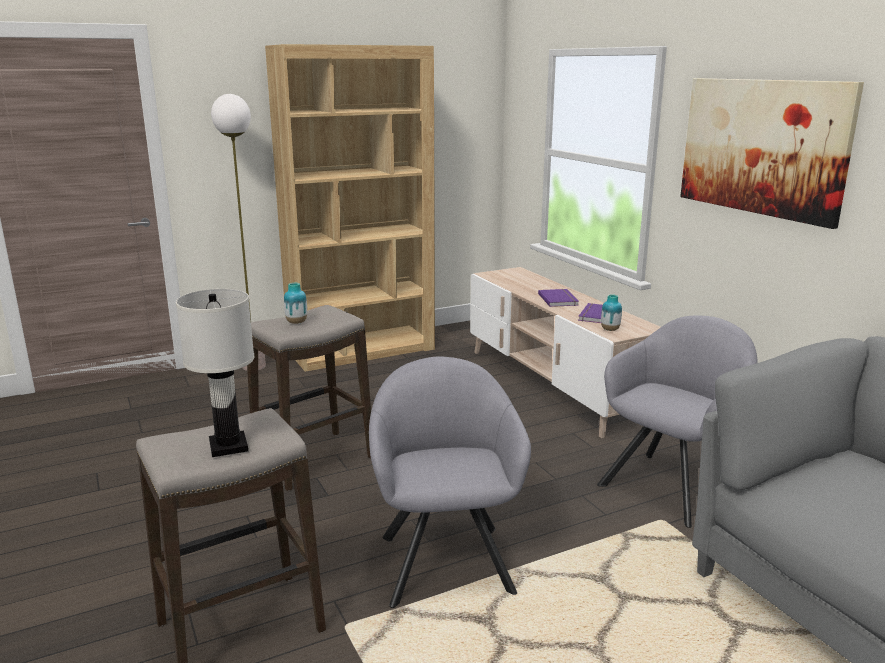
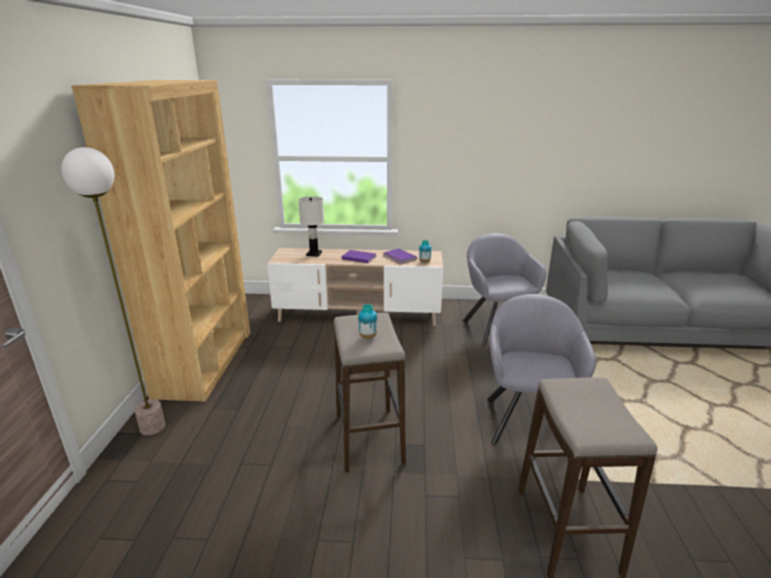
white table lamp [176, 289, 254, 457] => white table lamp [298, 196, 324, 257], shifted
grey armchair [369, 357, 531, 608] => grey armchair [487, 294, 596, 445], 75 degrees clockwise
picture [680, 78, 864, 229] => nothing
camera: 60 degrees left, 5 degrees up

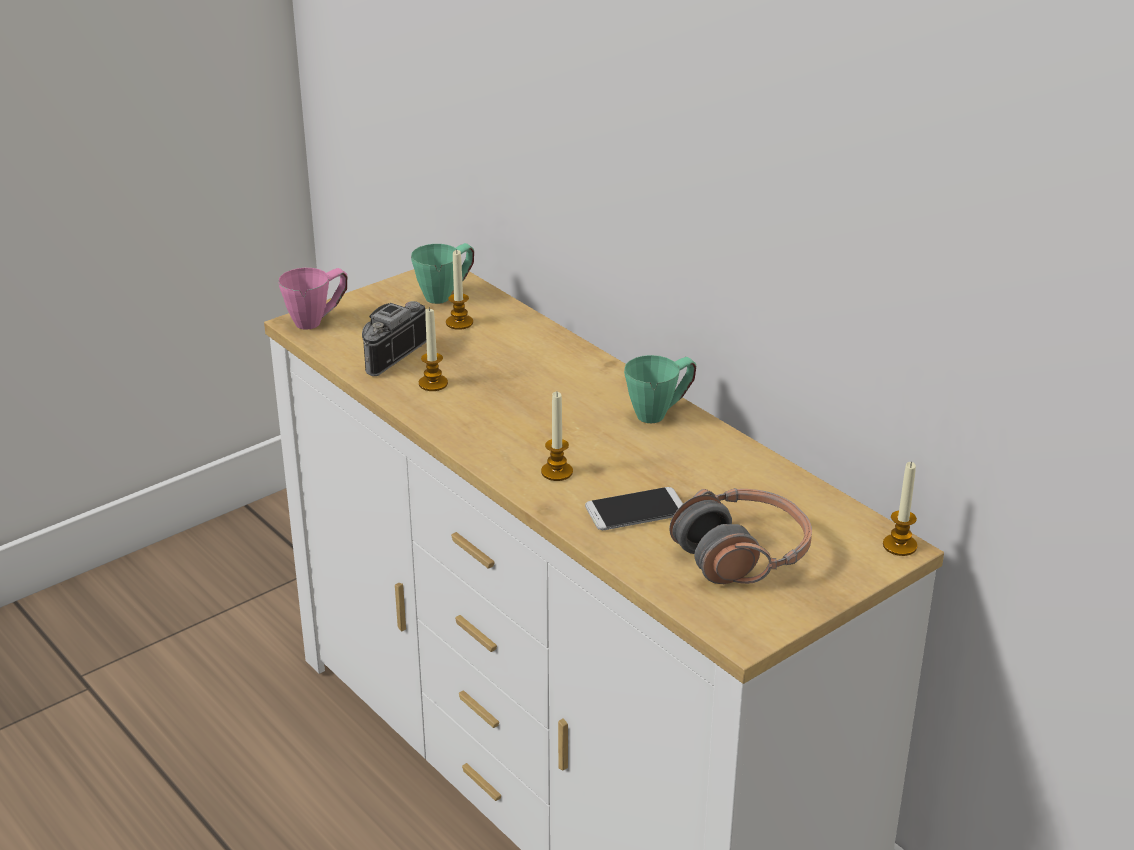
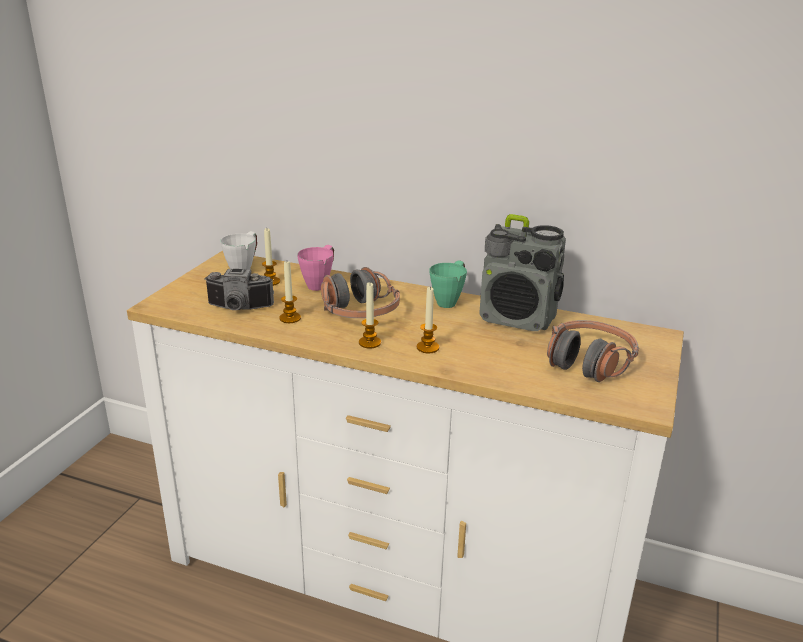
photo camera [362, 301, 427, 376] => photo camera [205, 269, 274, 310], 90 degrees counterclockwise
green mug [411, 243, 474, 304] => white mug [220, 231, 257, 270]
pink mug [278, 268, 347, 329] => pink mug [298, 245, 334, 291], shifted
nothing => headphones [321, 267, 400, 318]
candle [883, 462, 917, 556] => candle [359, 282, 381, 349], shifted
nothing => radio [479, 214, 566, 331]
phone [585, 487, 683, 530] => nothing
camera: 30 degrees left, 5 degrees down

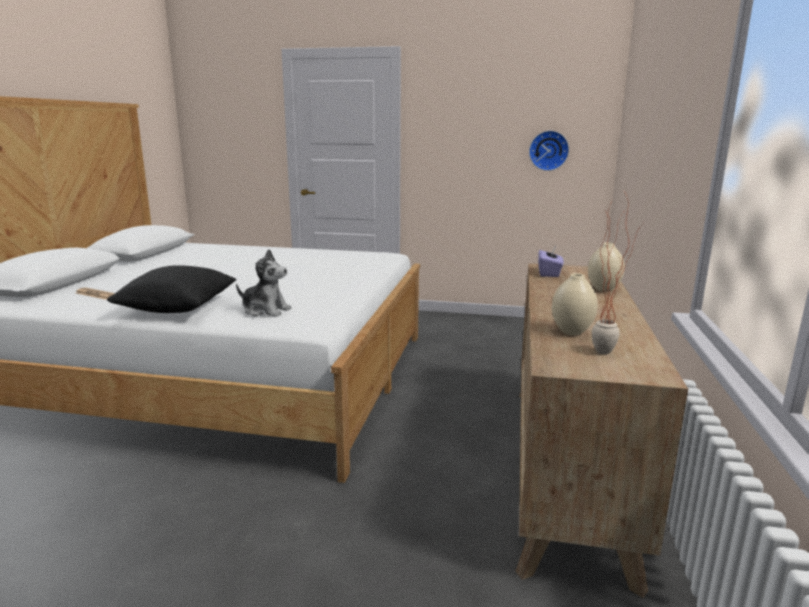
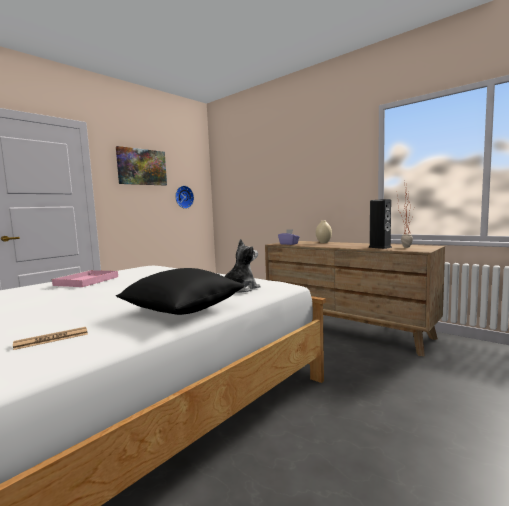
nothing => pink tray [51, 270, 118, 287]
nothing => picture [116, 146, 167, 186]
beige vase [552, 273, 598, 335] => speaker [368, 199, 392, 249]
camera: 60 degrees left, 10 degrees down

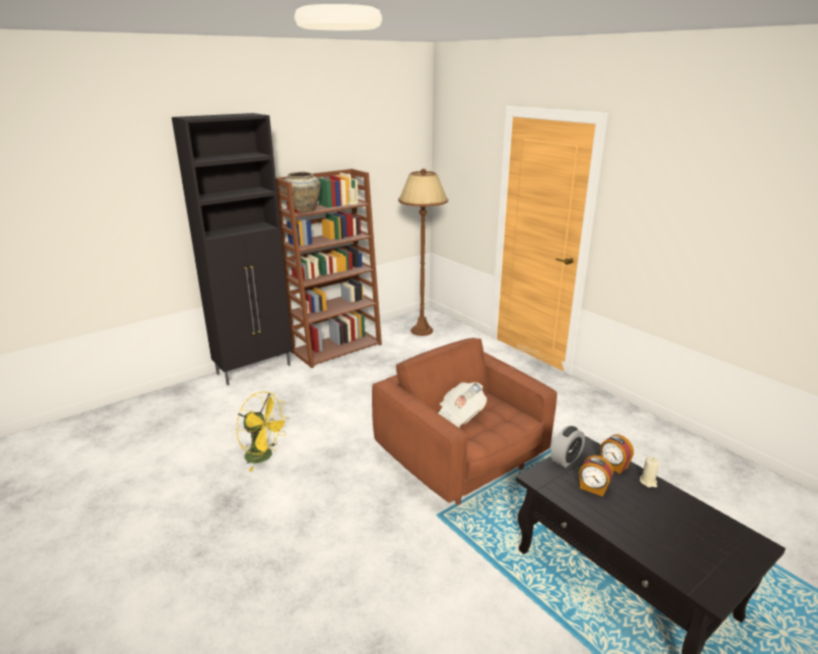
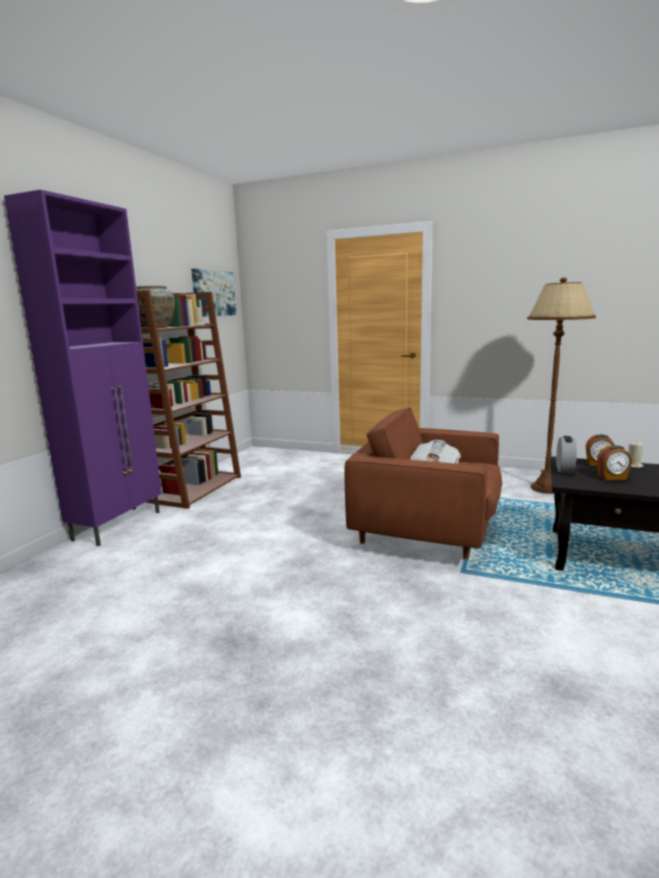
black cabinet [172, 113, 292, 386] => purple cabinet [4, 190, 162, 546]
nothing => picture [191, 269, 236, 317]
brown floor lamp [398, 169, 448, 336] => brown floor lamp [527, 277, 596, 494], shifted
yellow fan [236, 392, 288, 471] => nothing
camera: 30 degrees left, 10 degrees down

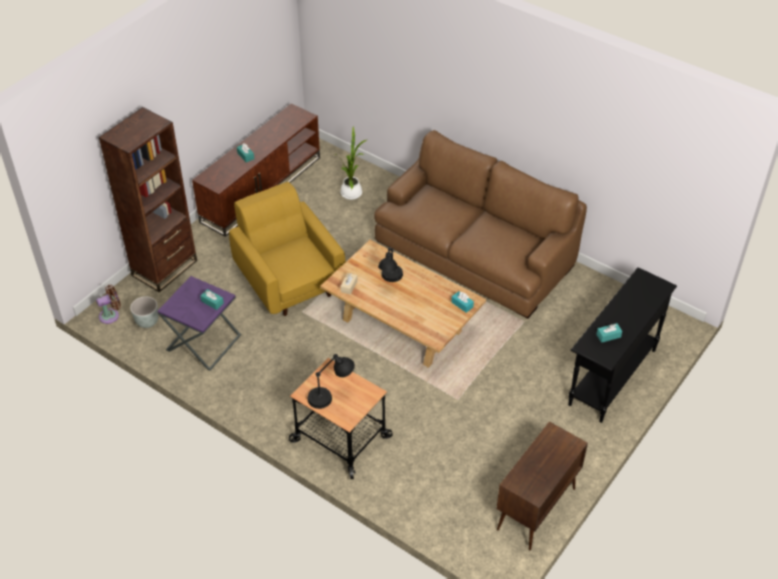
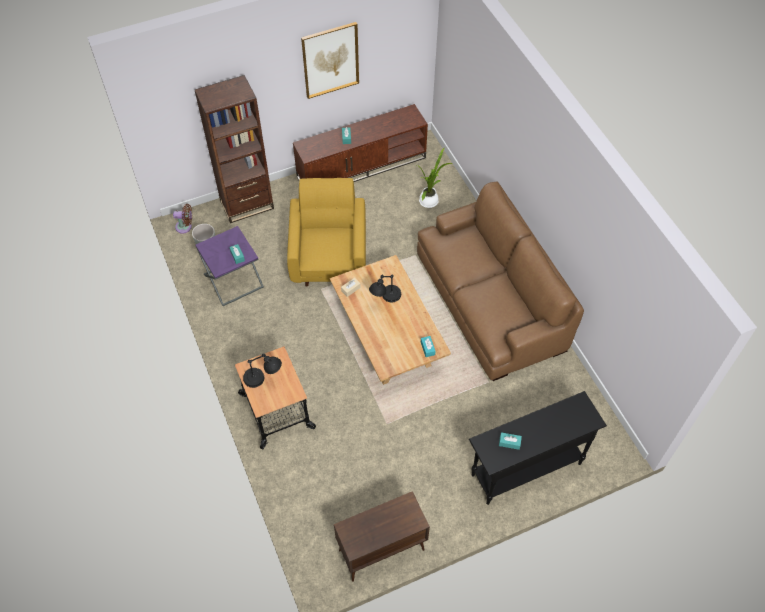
nothing => picture [301, 22, 359, 99]
camera: 30 degrees right, 10 degrees up

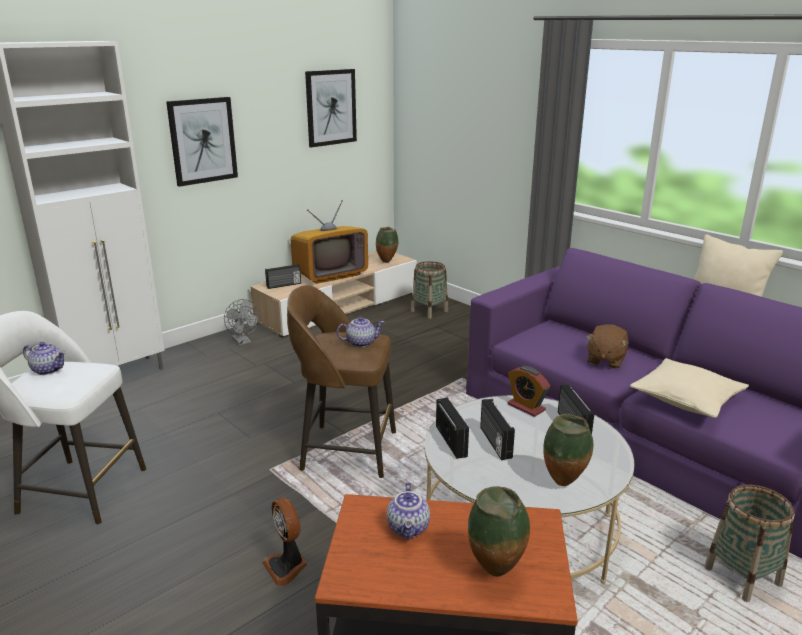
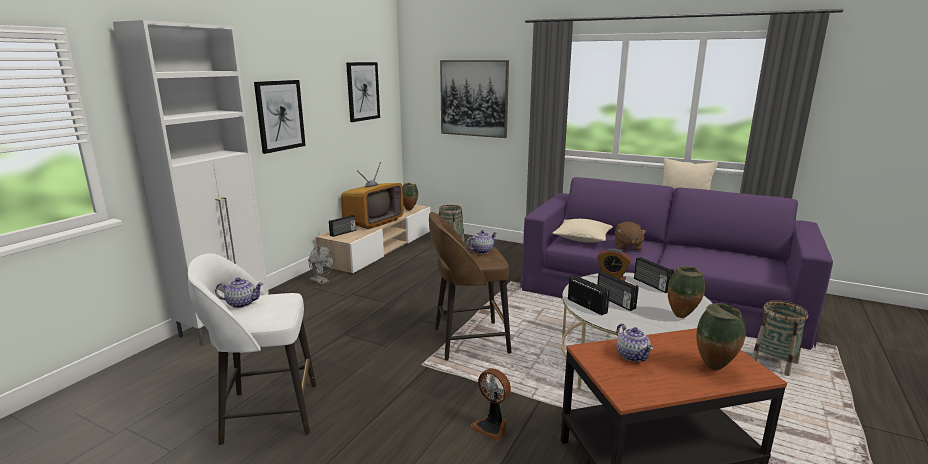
nothing => picture [440, 60, 509, 138]
beige pillow [630, 358, 749, 418] => beige pillow [552, 219, 613, 243], shifted
camera: 20 degrees left, 5 degrees down

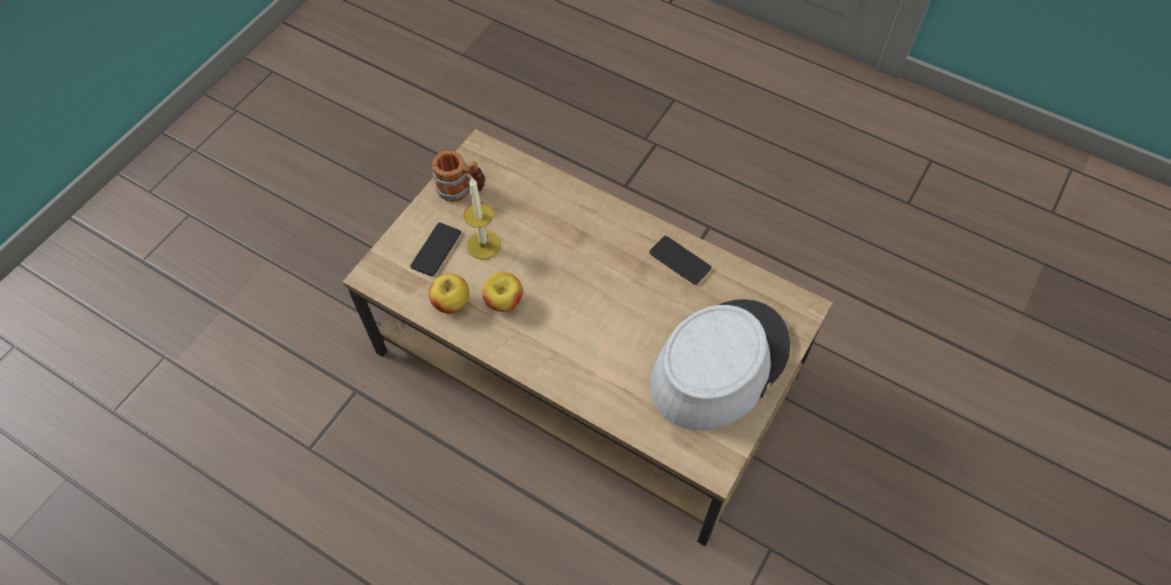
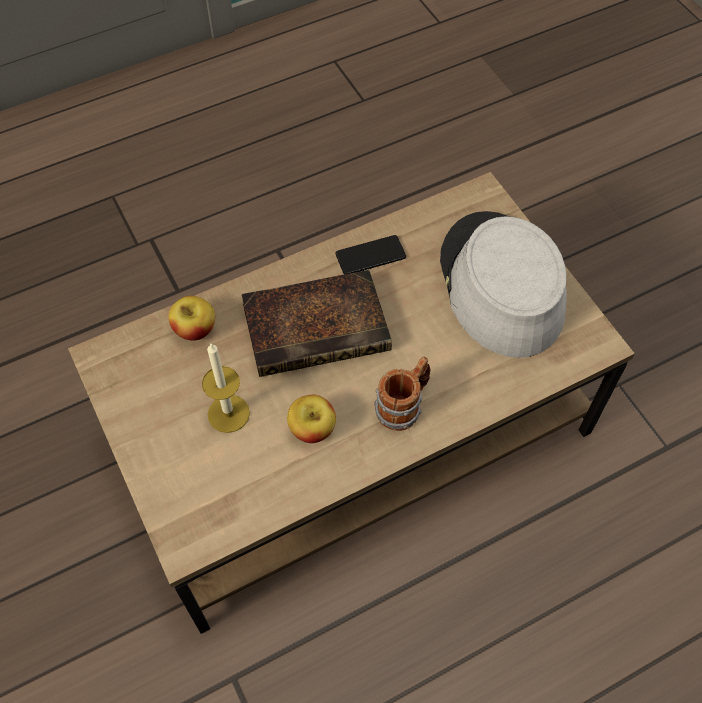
apple [429, 274, 469, 314] => apple [168, 296, 215, 341], shifted
nothing => book [242, 270, 392, 377]
mug [432, 151, 485, 202] => mug [374, 356, 431, 431], shifted
phone [410, 222, 461, 276] => nothing
camera: 60 degrees left, 0 degrees up

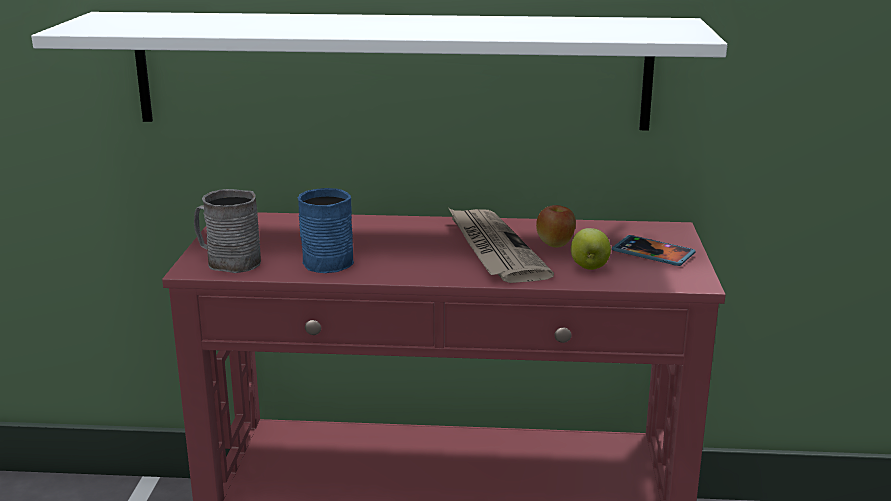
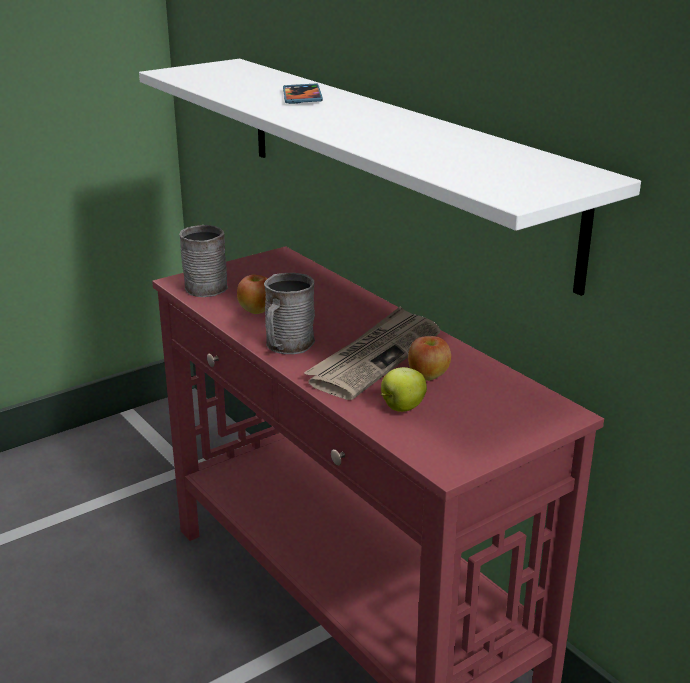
blue mug [298, 188, 354, 273] => apple [237, 275, 267, 314]
nothing => grey mug [264, 273, 315, 354]
phone [612, 235, 696, 266] => phone [283, 83, 323, 104], shifted
camera: 50 degrees right, 5 degrees up

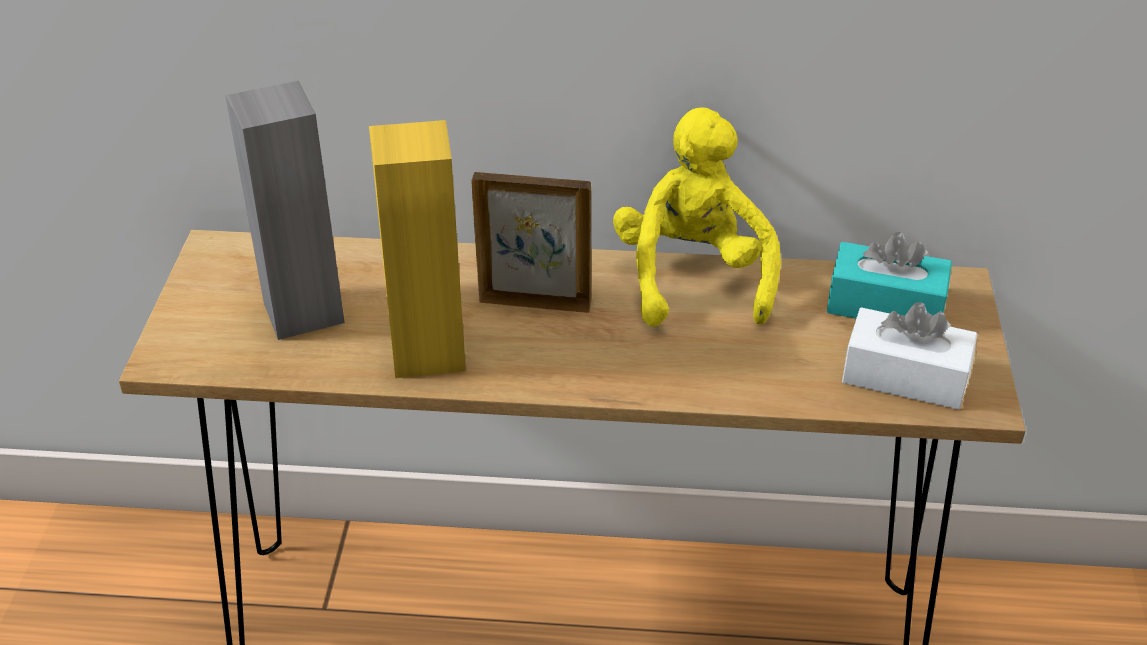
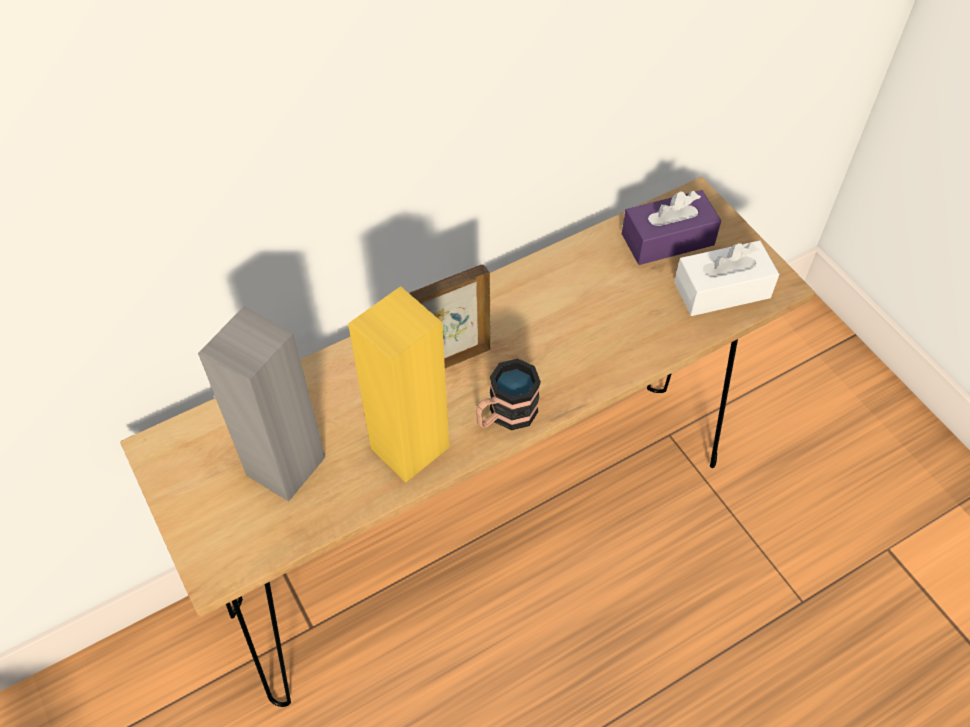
nothing => mug [476, 359, 541, 430]
turquoise tissue box [827, 232, 952, 318] => purple tissue box [622, 190, 721, 265]
yellow plush toy [613, 107, 781, 327] => nothing
camera: 35 degrees left, 15 degrees up

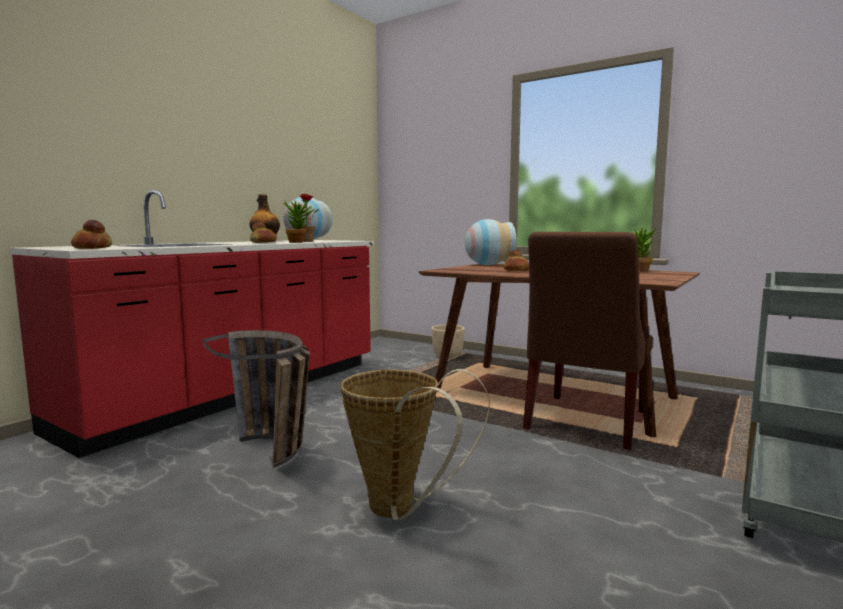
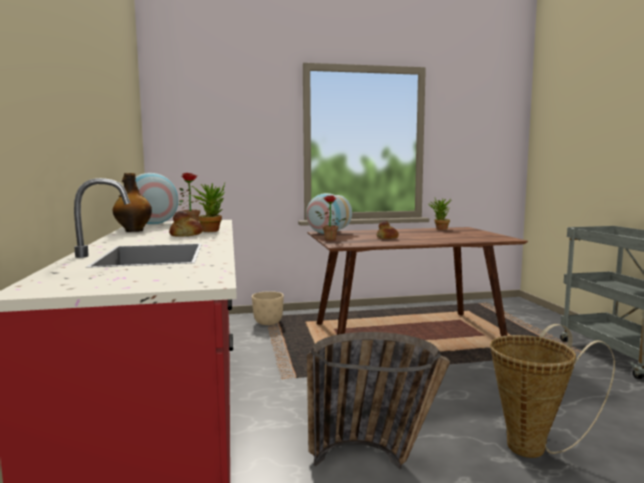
nothing => potted plant [315, 195, 347, 241]
bread [71, 220, 112, 249] => nothing
brown chair [523, 232, 653, 450] => nothing
camera: 45 degrees left, 0 degrees up

